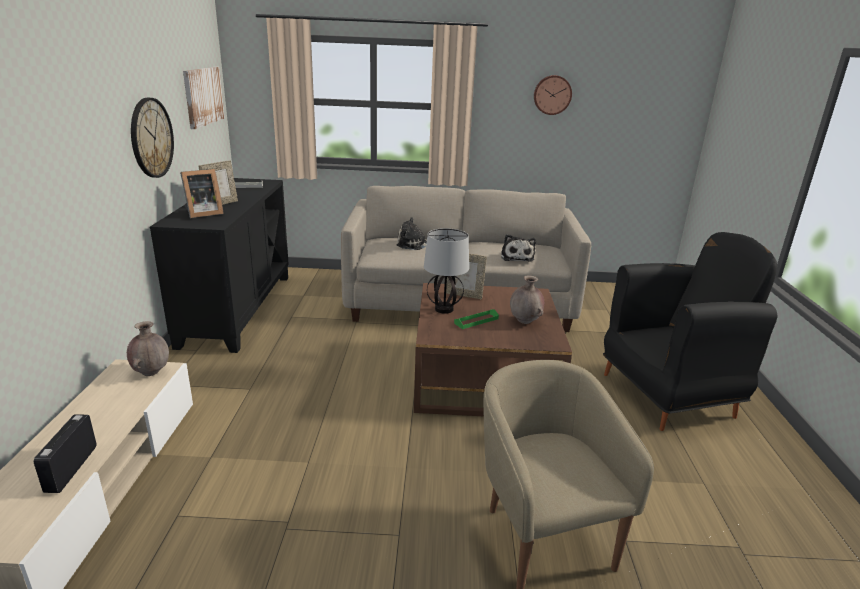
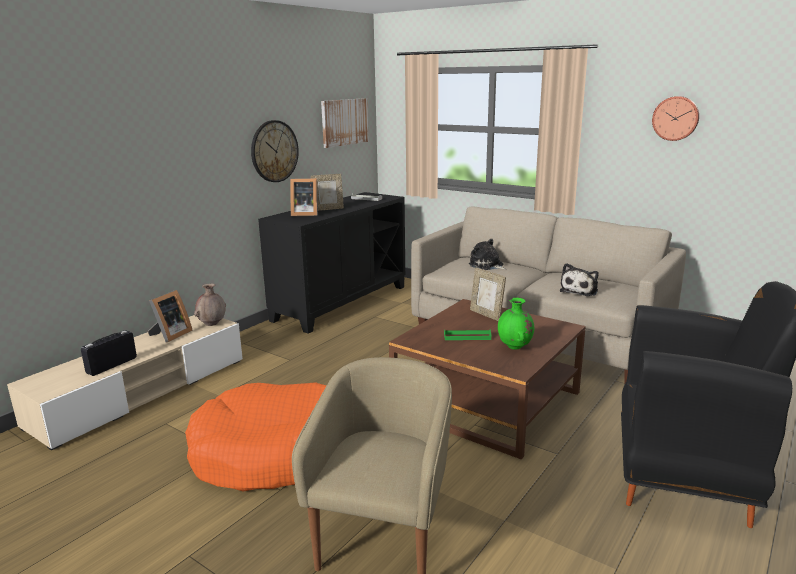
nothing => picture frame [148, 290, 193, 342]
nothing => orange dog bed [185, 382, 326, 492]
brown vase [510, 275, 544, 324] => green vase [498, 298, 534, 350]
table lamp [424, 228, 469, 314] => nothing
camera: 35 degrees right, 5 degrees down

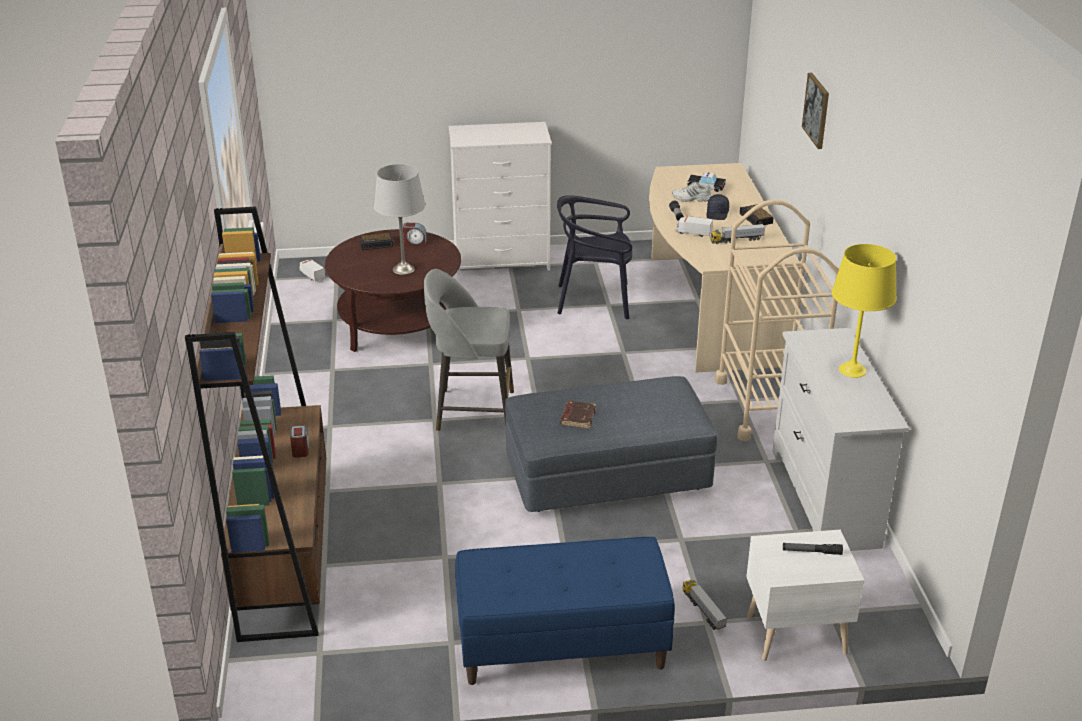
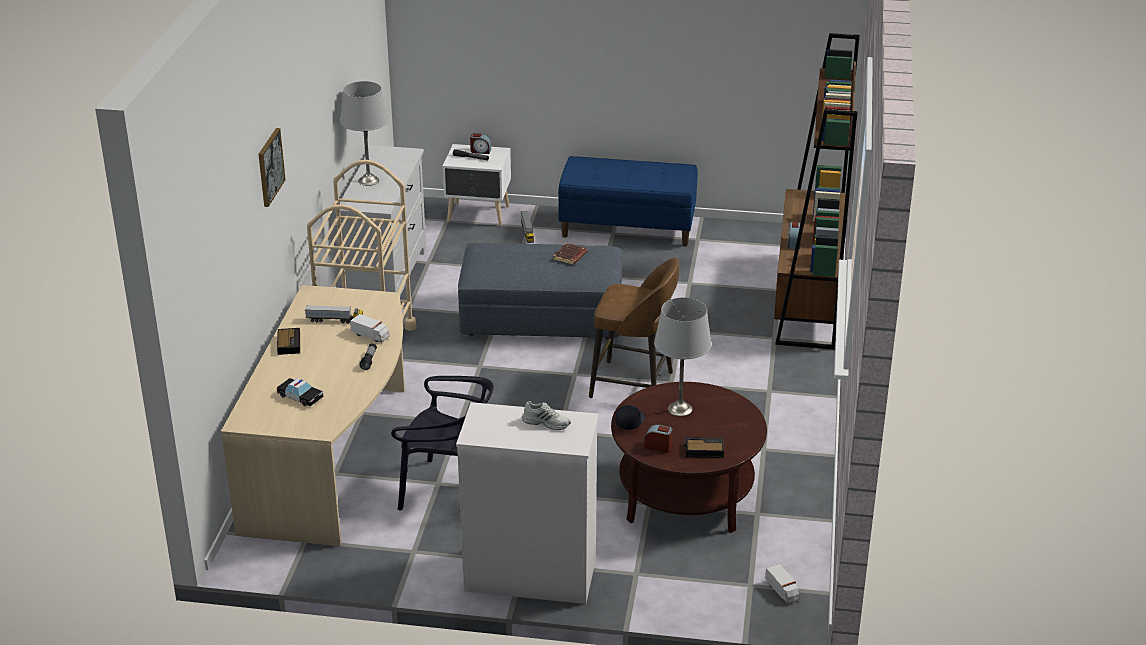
yellow table lamp [832, 244, 897, 378] => grey table lamp [340, 81, 389, 186]
nothing => alarm clock [470, 133, 491, 154]
white shoe [672, 182, 711, 202] => white shoe [522, 401, 571, 430], shifted
grey stool [424, 269, 514, 431] => brown stool [589, 258, 679, 398]
black cap [706, 194, 729, 220] => black cap [615, 405, 645, 430], shifted
camera: 165 degrees left, 0 degrees up

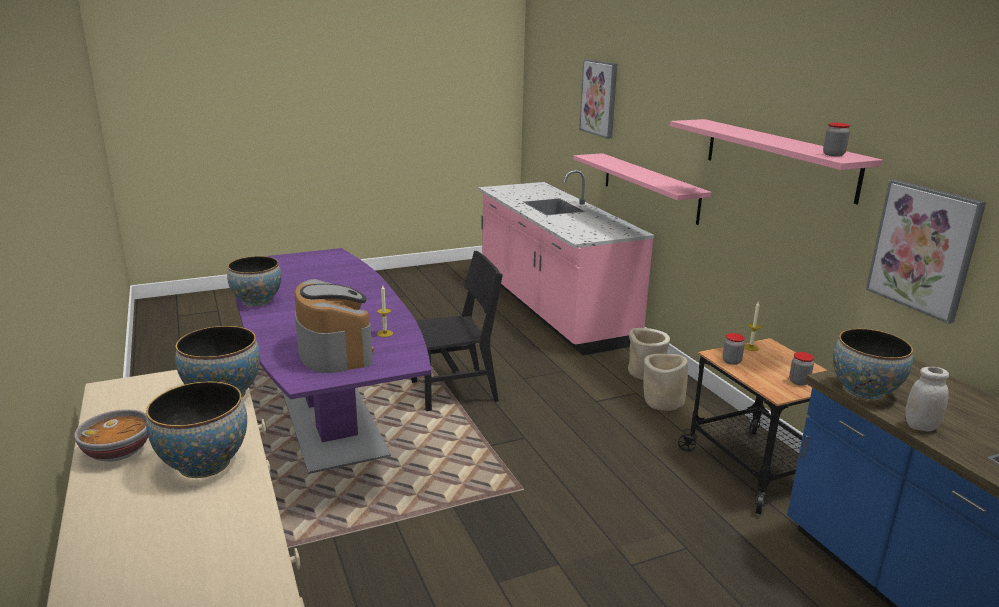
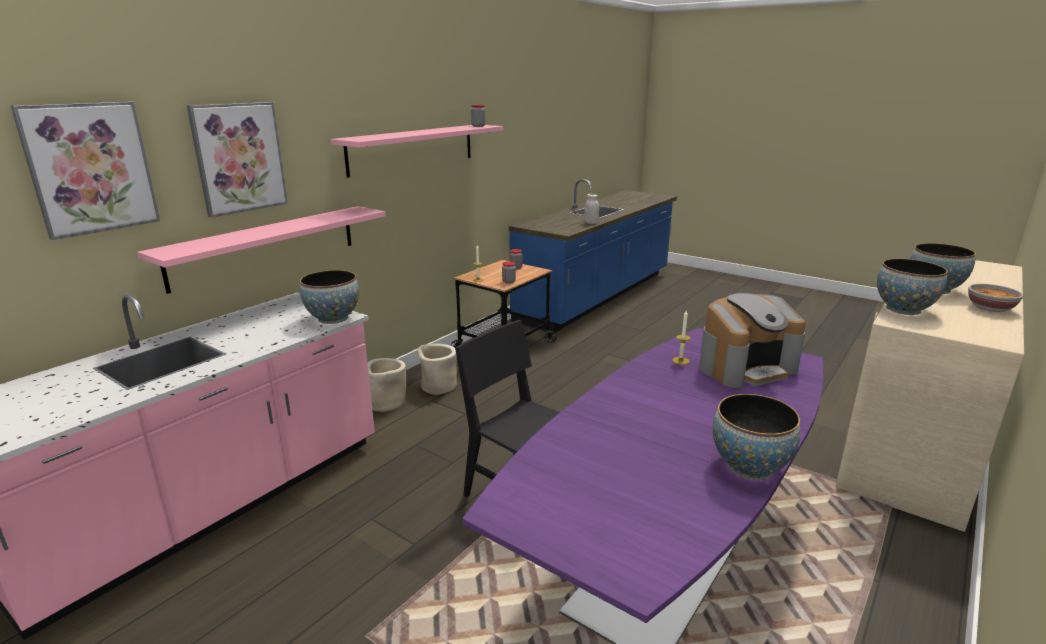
picture [866, 179, 986, 324] => picture [187, 102, 288, 217], shifted
bowl [833, 329, 913, 401] => bowl [300, 270, 359, 324], shifted
coffee machine [295, 279, 374, 373] => coffee machine [699, 293, 806, 388], 150 degrees counterclockwise
camera: 120 degrees left, 0 degrees up

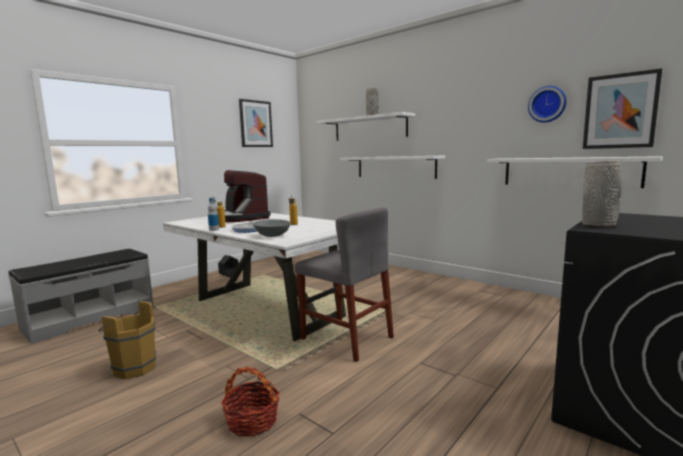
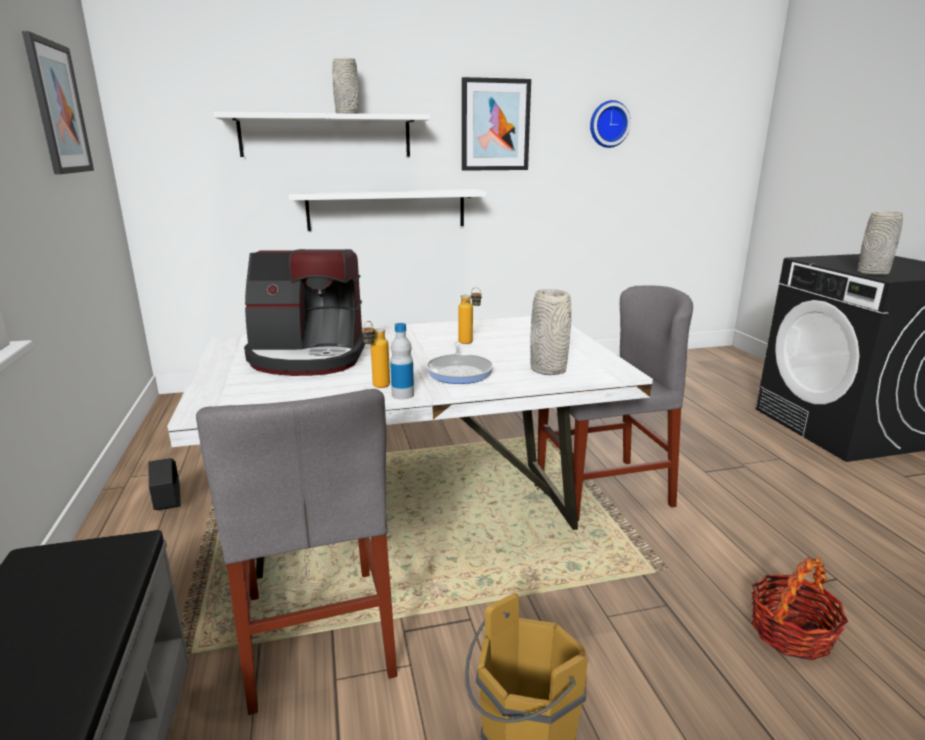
nothing => grey chair [196, 389, 397, 715]
picture [583, 68, 662, 149] => picture [462, 77, 531, 171], shifted
grey bowl [253, 219, 290, 237] => grey vase [530, 289, 571, 375]
white shelf [487, 156, 663, 188] => nothing
camera: 55 degrees left, 10 degrees up

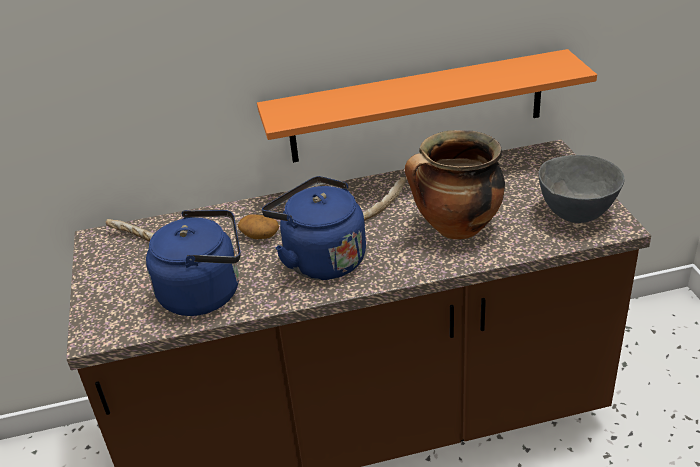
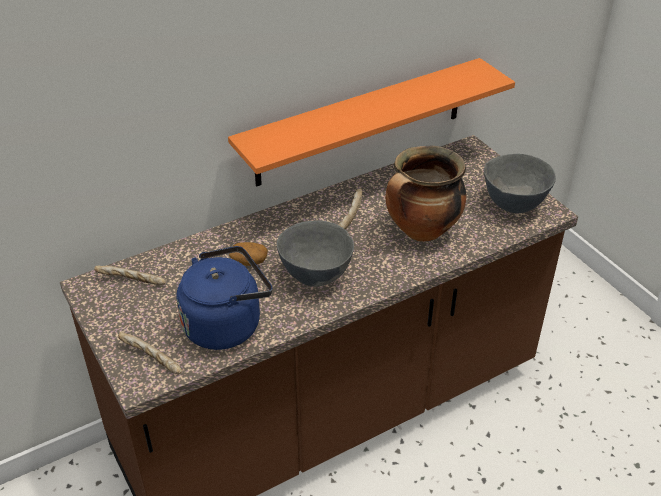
nothing => bread [118, 332, 182, 374]
blue kettle [262, 176, 366, 280] => grey bowl [277, 221, 354, 287]
camera: 20 degrees left, 5 degrees up

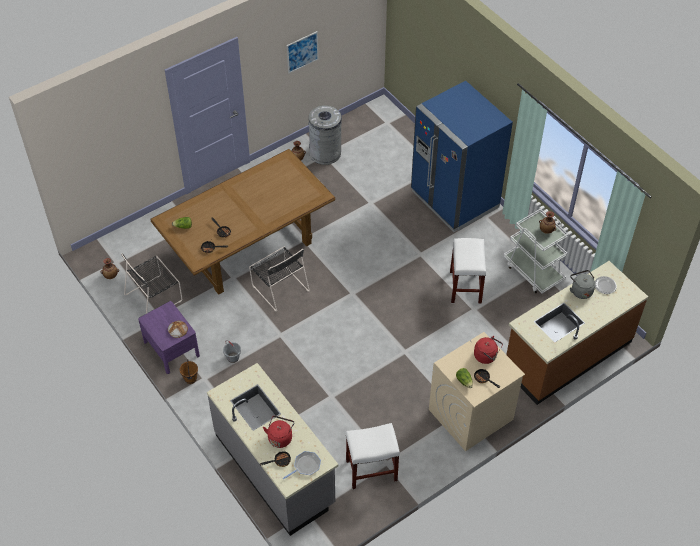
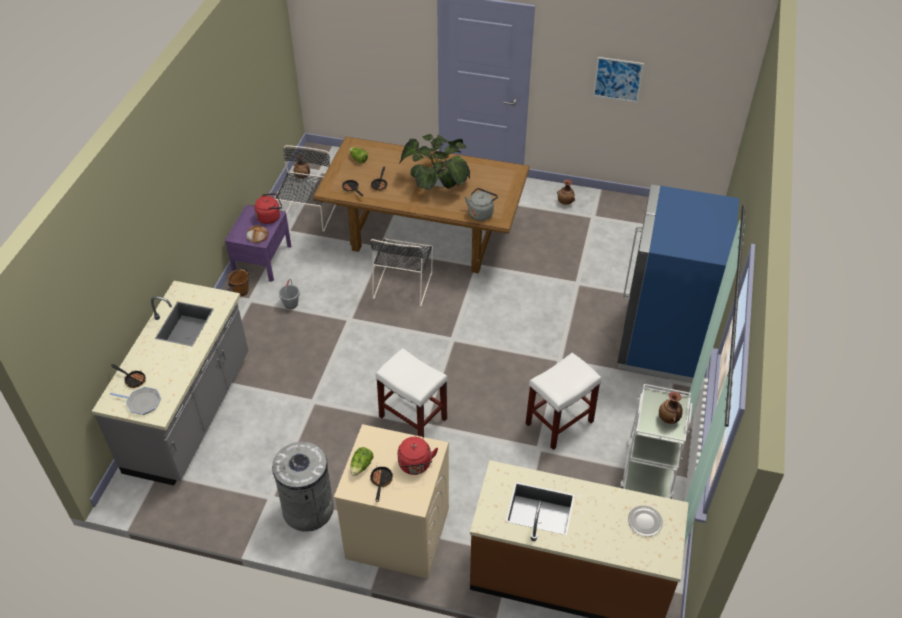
red kettle [263, 416, 294, 448] => red kettle [254, 193, 282, 224], shifted
grey trash can [308, 105, 342, 165] => grey trash can [272, 442, 334, 531], shifted
black chair [121, 253, 182, 314] => black chair [275, 145, 336, 232], 90 degrees clockwise
white stool [346, 423, 400, 489] => white stool [376, 348, 447, 437], shifted
nothing => potted plant [399, 134, 470, 190]
grey kettle [570, 270, 595, 299] => grey kettle [465, 188, 498, 221], shifted
camera: 50 degrees right, 5 degrees down

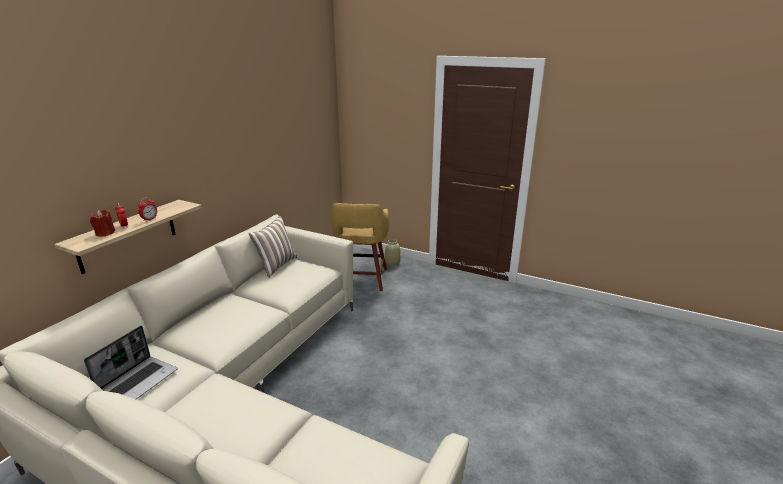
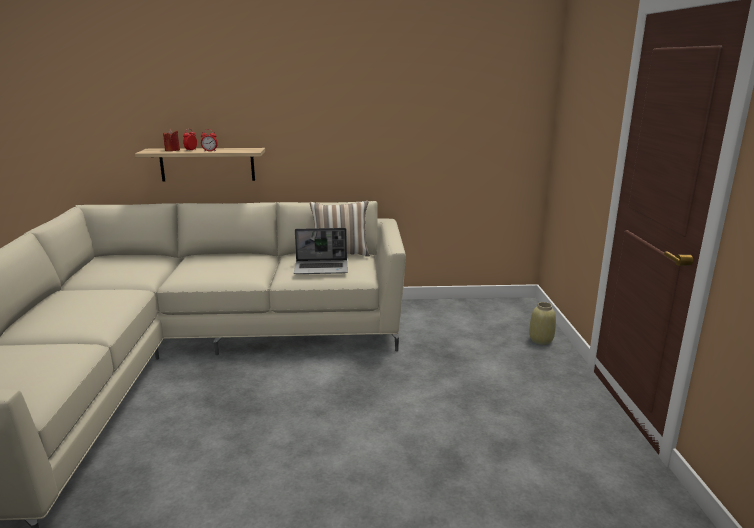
laptop [84, 326, 178, 399] => laptop [294, 228, 348, 274], shifted
yellow stool [331, 203, 389, 291] => nothing
camera: 60 degrees right, 5 degrees down

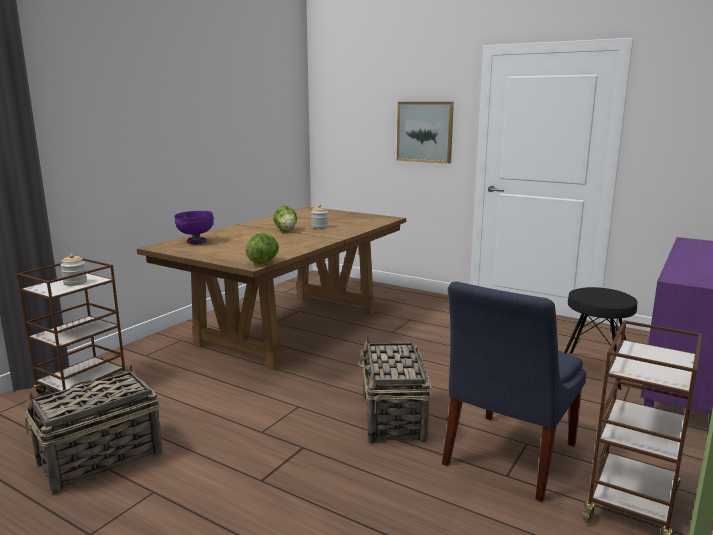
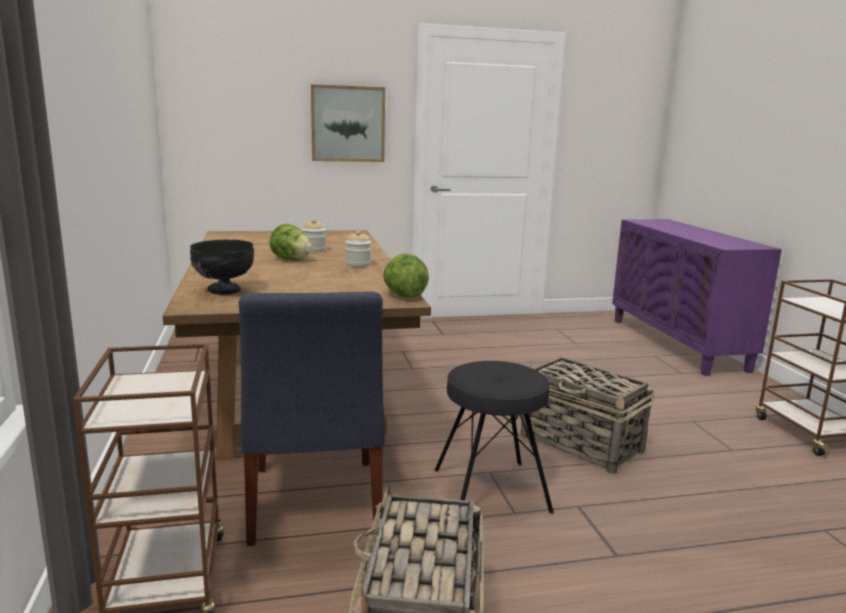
purple bowl [174, 211, 214, 244] => black bowl [190, 240, 254, 295]
blue chair [442, 282, 587, 502] => blue chair [239, 291, 385, 546], shifted
jar [61, 254, 87, 286] => jar [345, 231, 371, 267], shifted
black stool [564, 287, 638, 390] => black stool [434, 361, 554, 514], shifted
camera: 45 degrees left, 0 degrees up

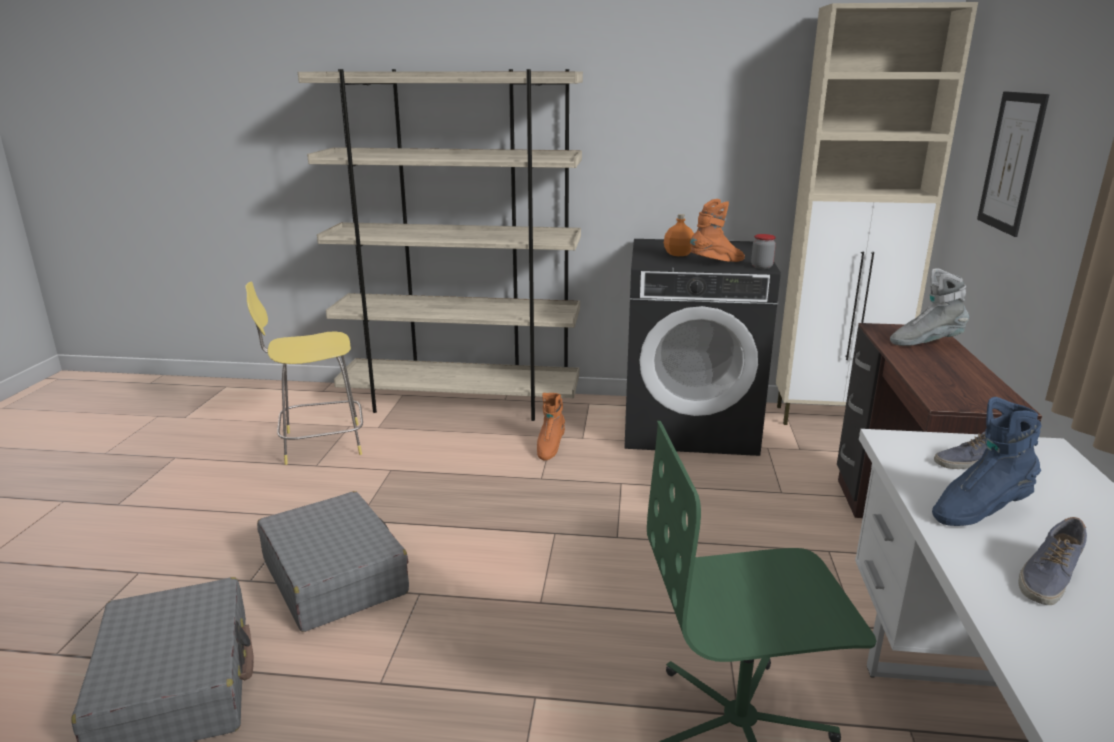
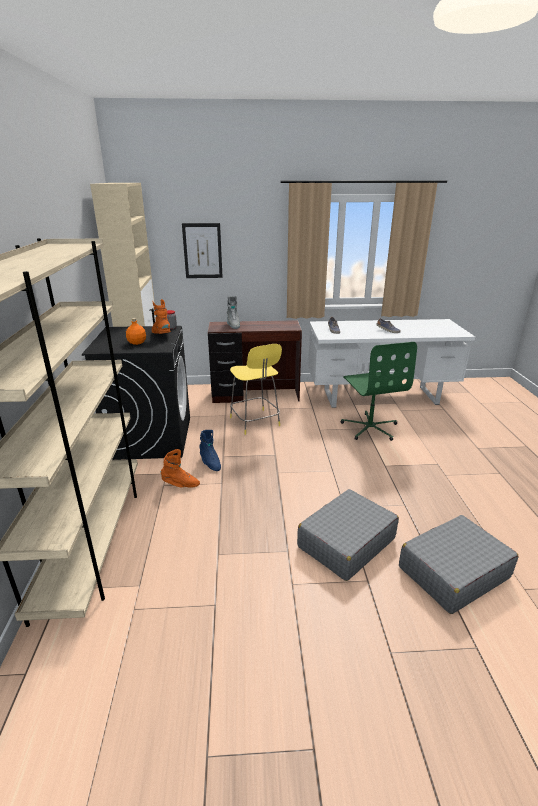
blue boot [932, 397, 1041, 526] => blue boot [199, 430, 221, 471], shifted
yellow stool [245, 282, 363, 465] => yellow stool [230, 344, 282, 435], shifted
camera: 100 degrees left, 5 degrees up

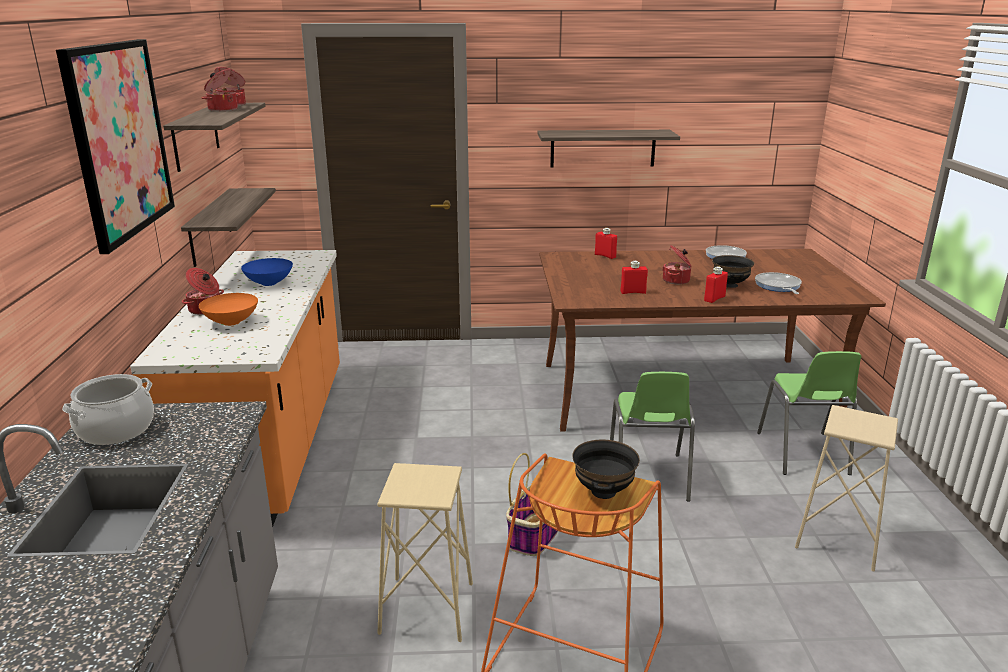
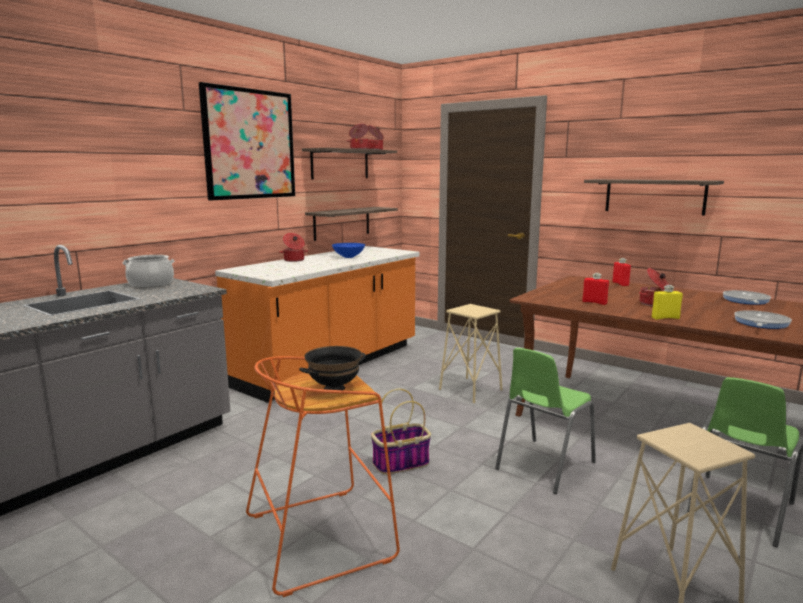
beige stool [377, 463, 473, 642] => beige stool [439, 304, 503, 403], shifted
red bottle [704, 266, 728, 303] => yellow bottle [652, 285, 683, 319]
orange bowl [199, 293, 258, 326] => nothing
black bowl [712, 255, 754, 288] => nothing
camera: 40 degrees right, 10 degrees down

